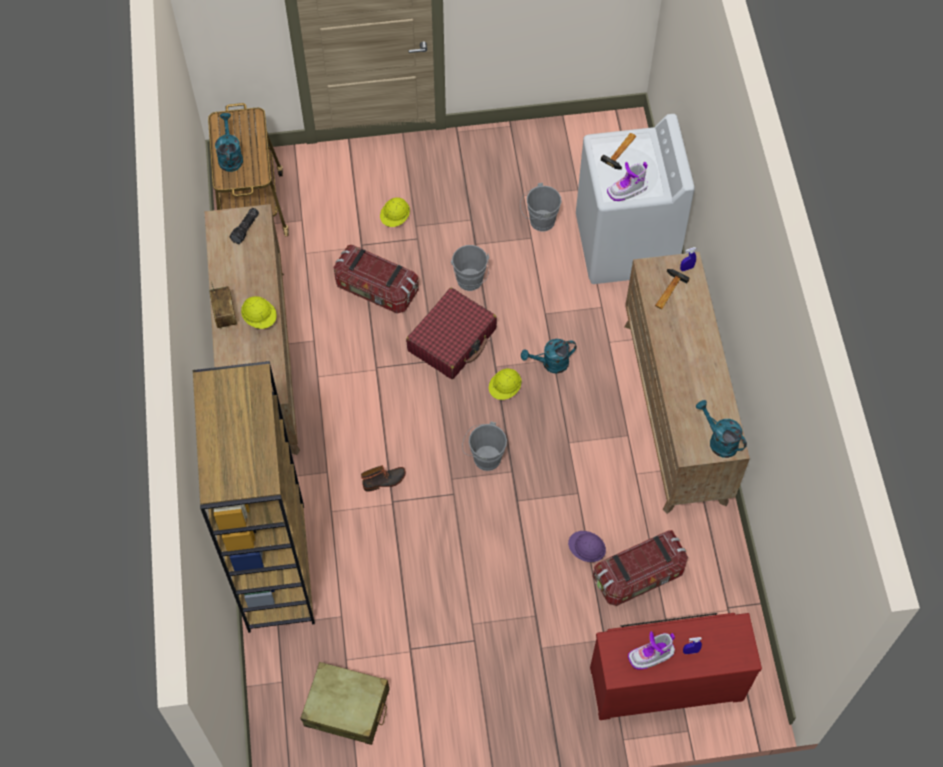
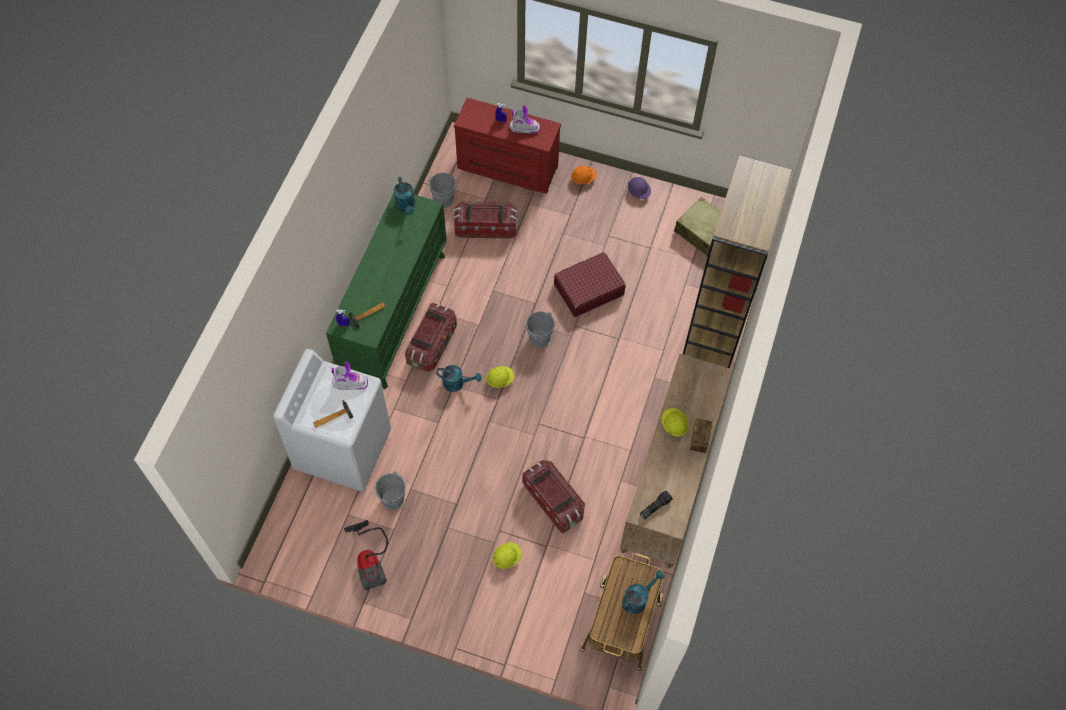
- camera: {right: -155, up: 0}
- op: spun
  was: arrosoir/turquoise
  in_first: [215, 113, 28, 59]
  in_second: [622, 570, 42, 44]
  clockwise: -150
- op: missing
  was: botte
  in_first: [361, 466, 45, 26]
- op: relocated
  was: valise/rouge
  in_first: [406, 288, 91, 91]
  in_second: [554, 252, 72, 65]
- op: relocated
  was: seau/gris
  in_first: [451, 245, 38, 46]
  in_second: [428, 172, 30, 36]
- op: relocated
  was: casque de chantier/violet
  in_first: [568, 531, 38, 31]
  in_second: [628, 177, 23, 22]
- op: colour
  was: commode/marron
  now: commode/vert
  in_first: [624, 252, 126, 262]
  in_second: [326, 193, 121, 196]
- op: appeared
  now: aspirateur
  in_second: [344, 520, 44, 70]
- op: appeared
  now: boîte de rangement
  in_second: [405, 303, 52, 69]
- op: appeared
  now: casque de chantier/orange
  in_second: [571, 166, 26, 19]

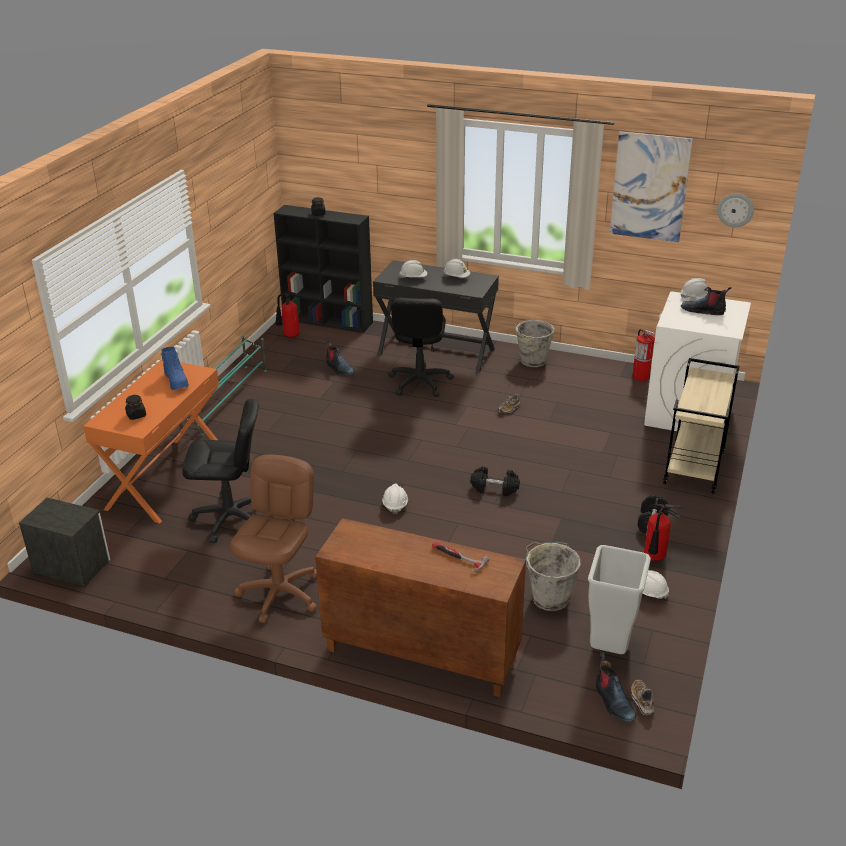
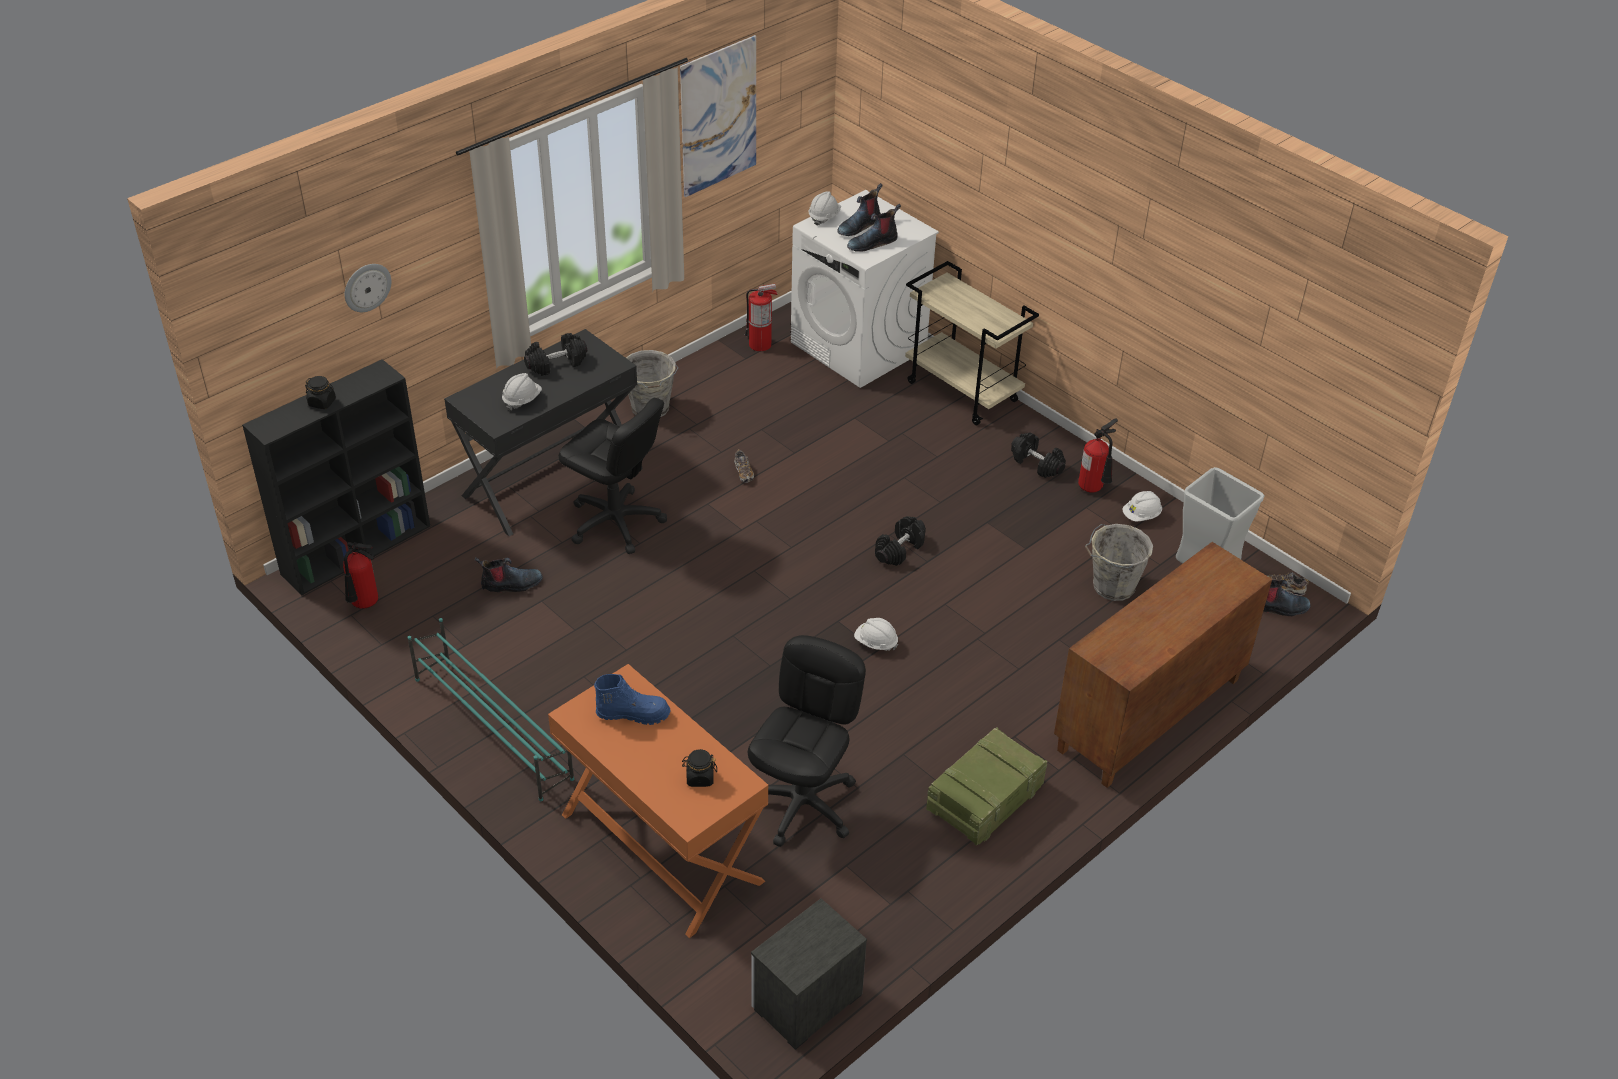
- camera: {right: -65, up: 10}
- op: exchanged
  was: chaise de bureau/marron
  now: caisse
  in_first: [230, 455, 87, 168]
  in_second: [926, 728, 121, 118]
- op: missing
  was: marteau
  in_first: [432, 542, 57, 30]
- op: exchanged
  was: casque de chantier/blanc
  now: haltère/noir
  in_first: [444, 259, 26, 19]
  in_second: [524, 333, 63, 43]
- op: relocated
  was: horloge murale
  in_first: [717, 194, 37, 33]
  in_second: [345, 264, 46, 48]
- op: appeared
  now: botte
  in_second: [847, 204, 54, 48]

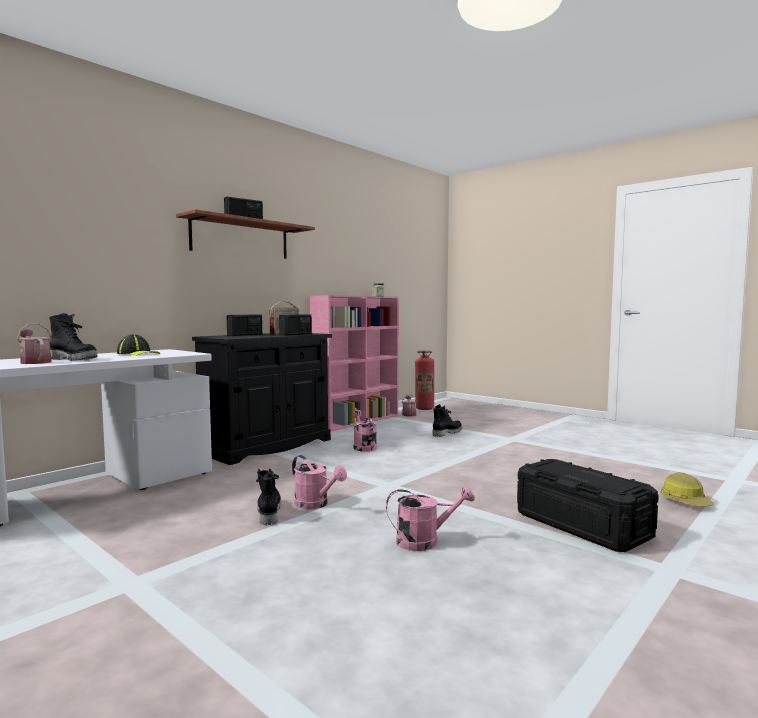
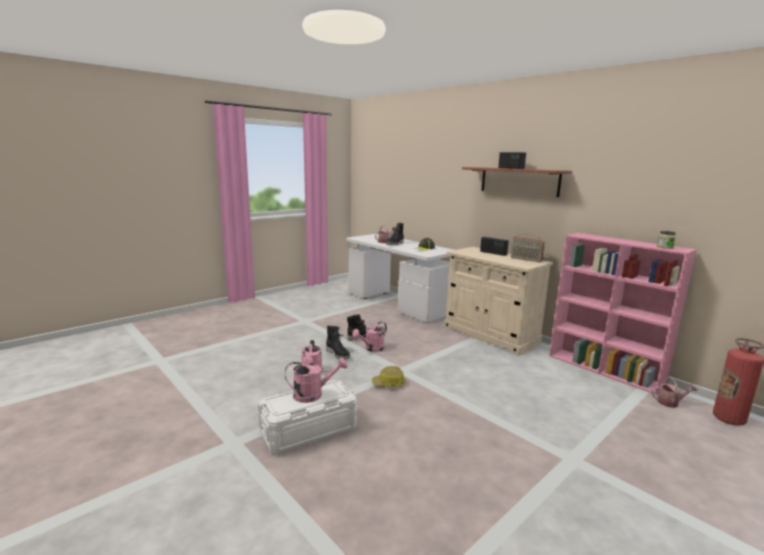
- camera: {right: 95, up: 10}
- op: colour
  was: meuble de rangement/noir
  now: meuble de rangement/beige
  in_first: [192, 333, 140, 132]
  in_second: [444, 247, 109, 109]
- op: missing
  was: radio
  in_first: [279, 314, 33, 22]
- op: relocated
  was: arrosoir/rose
  in_first: [352, 410, 25, 42]
  in_second: [285, 358, 63, 45]
- op: relocated
  was: botte/noir
  in_first: [433, 404, 29, 33]
  in_second: [326, 326, 24, 34]
- op: colour
  was: boîte de rangement/noir
  now: boîte de rangement/blanc
  in_first: [517, 459, 142, 93]
  in_second: [258, 380, 99, 74]
- op: relocated
  was: casque de chantier
  in_first: [661, 472, 53, 35]
  in_second: [372, 366, 34, 21]

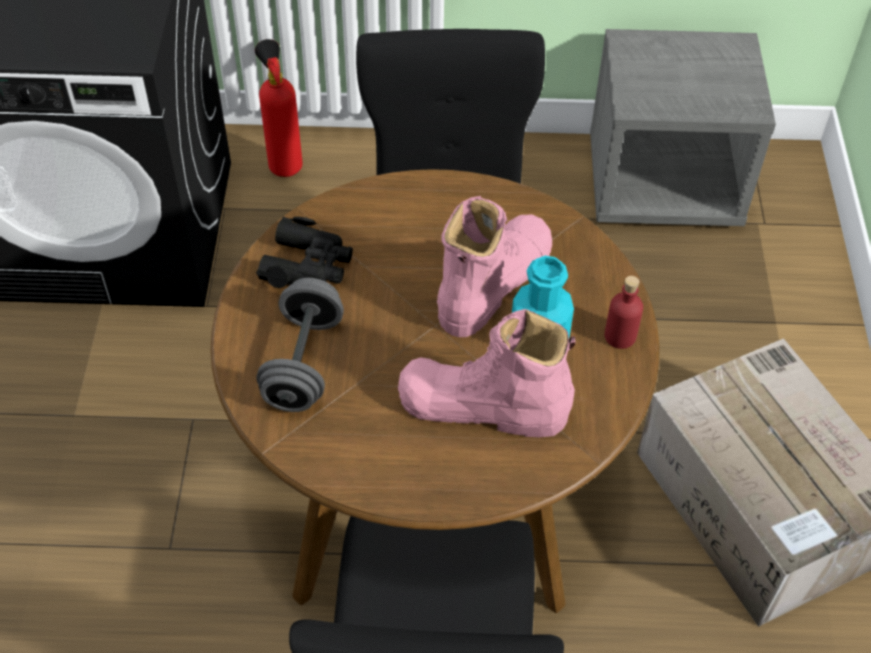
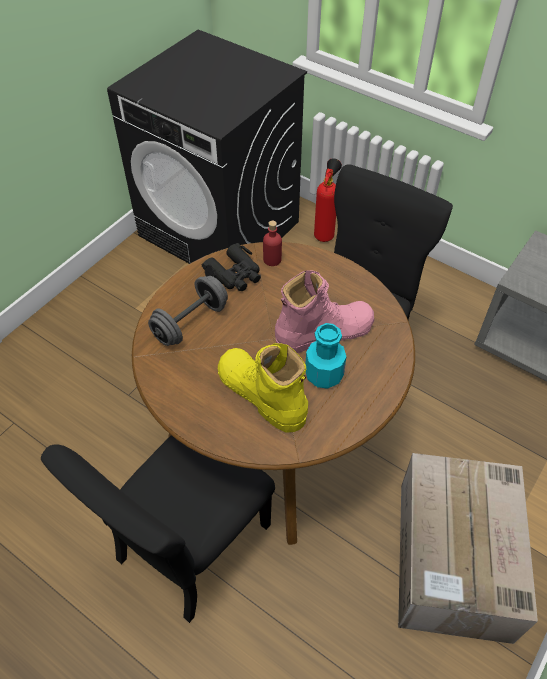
- camera: {right: 35, up: 0}
- op: colour
  was: botte/rose
  now: botte/jaune
  in_first: [398, 309, 177, 128]
  in_second: [218, 343, 90, 90]
- op: relocated
  was: bouteille/rouge
  in_first: [604, 276, 39, 73]
  in_second: [263, 221, 19, 45]

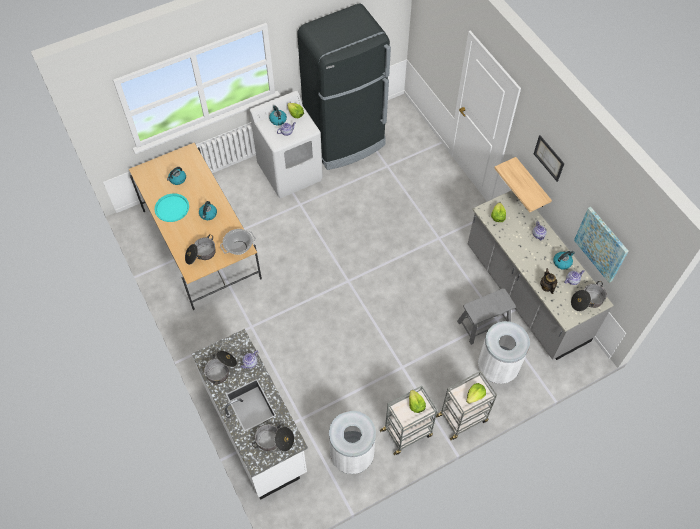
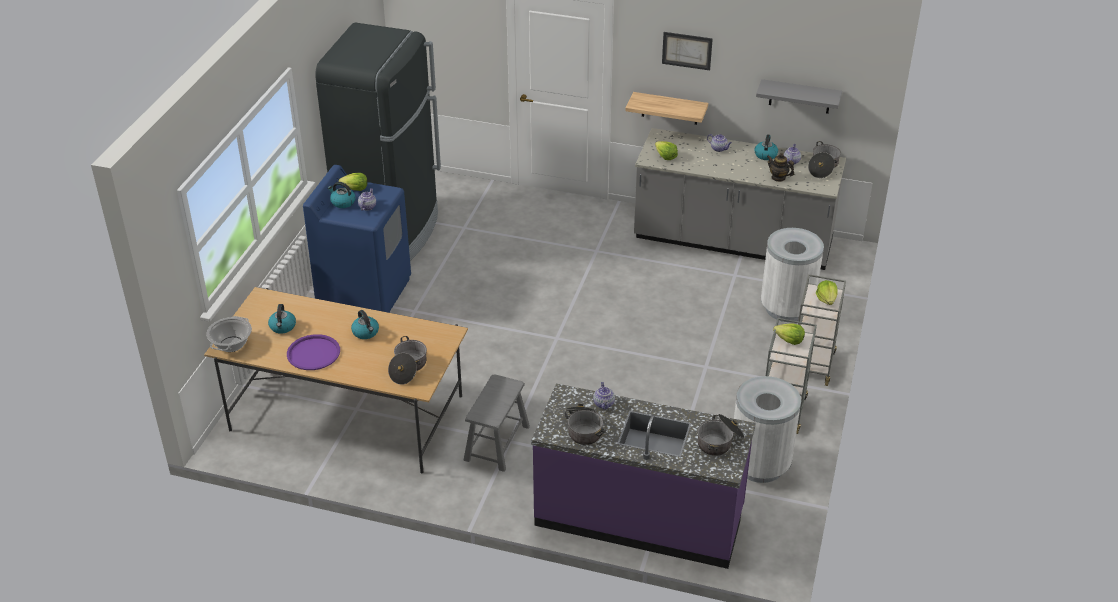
- camera: {right: -45, up: -20}
- op: colour
  was: plateau/turquoise
  now: plateau/violet
  in_first: [155, 193, 34, 29]
  in_second: [287, 334, 53, 36]
- op: colour
  was: comptoir de cuisine/blanc
  now: comptoir de cuisine/violet
  in_first: [192, 329, 116, 171]
  in_second: [531, 383, 225, 186]
- op: relocated
  was: marmite
  in_first: [220, 229, 36, 26]
  in_second: [206, 316, 46, 36]
- op: colour
  was: lave-linge/blanc
  now: lave-linge/bleu
  in_first: [249, 91, 74, 107]
  in_second: [303, 165, 108, 148]
- op: relocated
  was: tabouret/gris
  in_first: [457, 288, 59, 57]
  in_second: [464, 375, 66, 97]
- op: exchanged
  was: tableau
  now: étagère/gris
  in_first: [574, 207, 54, 76]
  in_second: [756, 79, 86, 35]

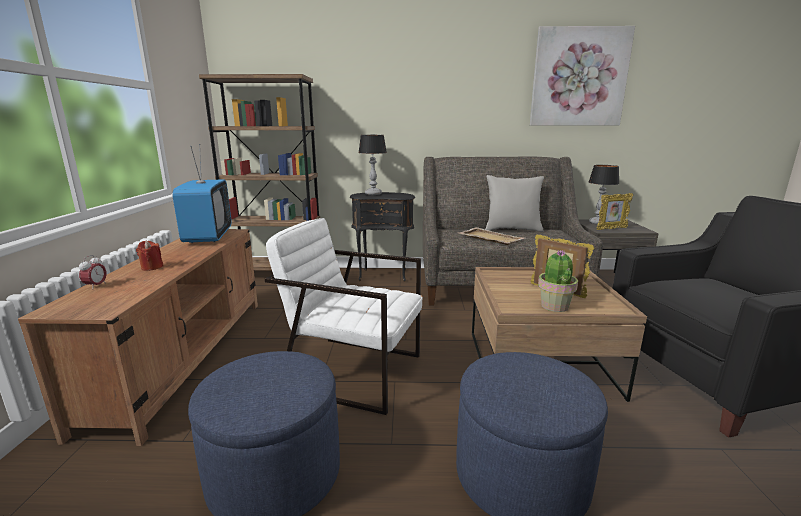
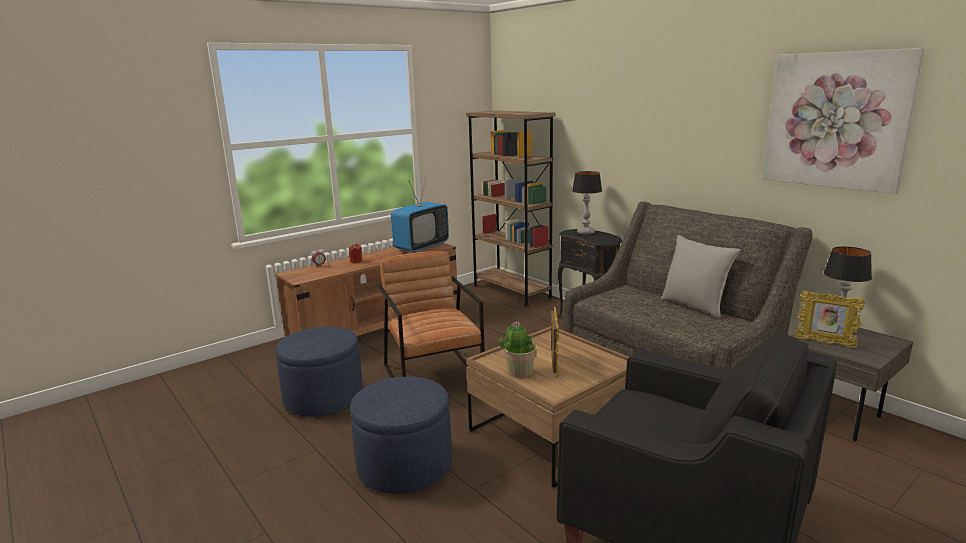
- camera: {right: 50, up: 0}
- op: colour
  was: fauteuil/blanc
  now: fauteuil/marron
  in_first: [265, 218, 157, 197]
  in_second: [378, 251, 107, 127]
- op: missing
  was: plateau/beige
  in_first: [459, 227, 66, 18]

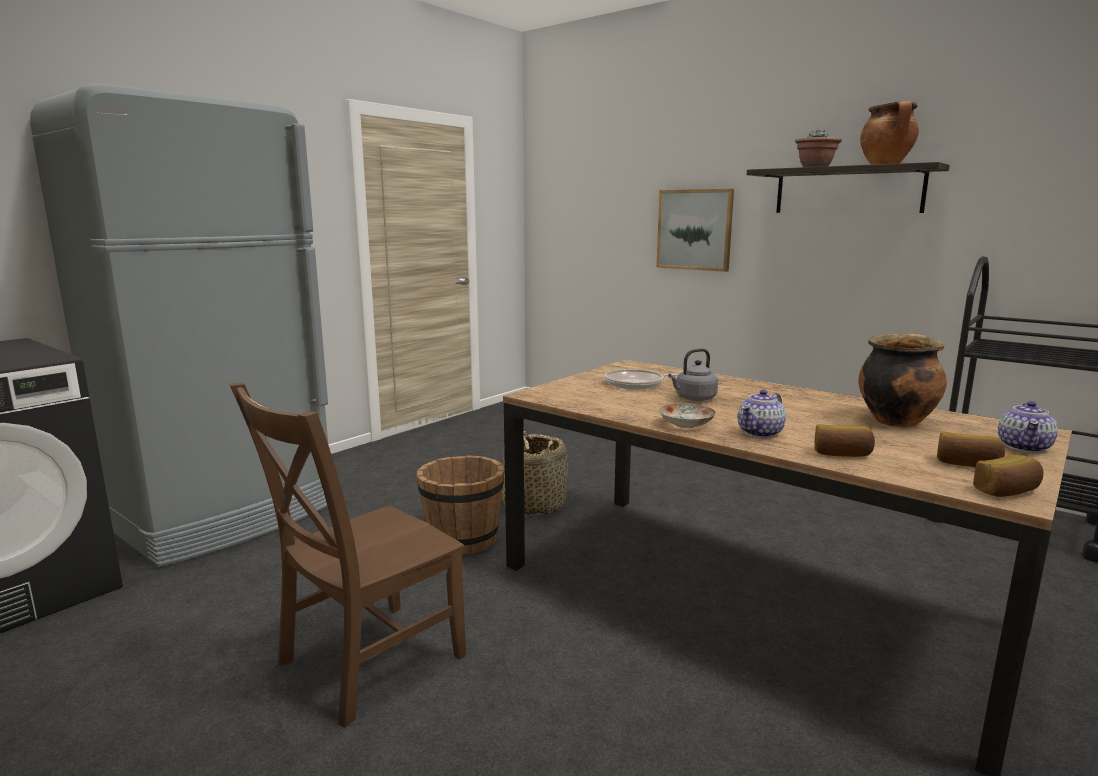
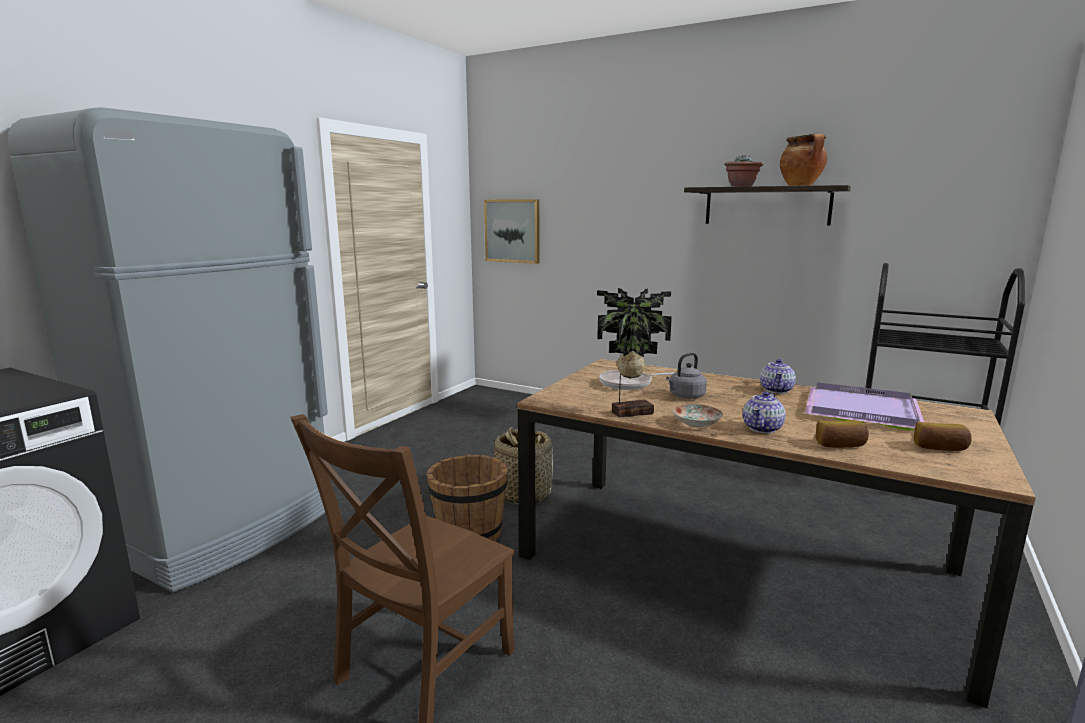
- camera: {right: -10, up: 0}
- op: relocated
  was: tableau
  in_first: [656, 189, 78, 83]
  in_second: [484, 199, 55, 65]
- op: exchanged
  was: marmite
  now: plateau/violet
  in_first: [858, 333, 89, 94]
  in_second: [805, 382, 119, 49]
- op: missing
  was: pain
  in_first: [973, 455, 71, 42]
- op: relocated
  was: théière
  in_first: [998, 401, 60, 52]
  in_second: [760, 359, 36, 34]
- op: appeared
  now: plante en pot
  in_second: [597, 288, 75, 130]

